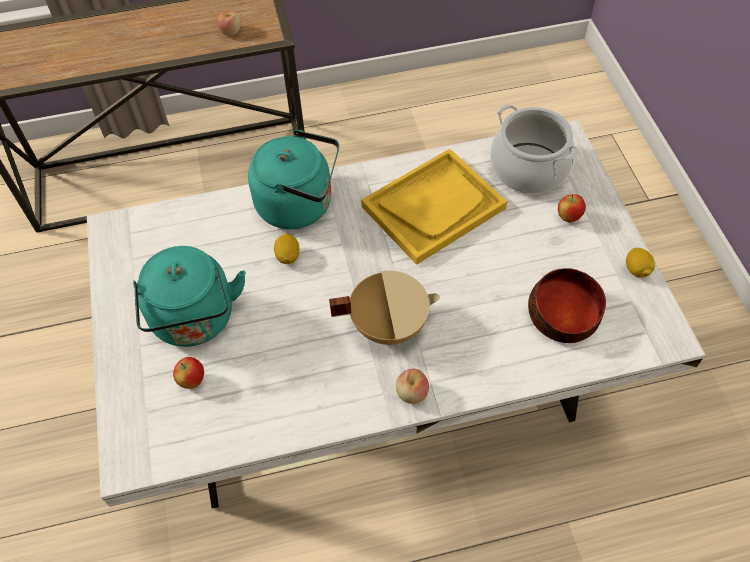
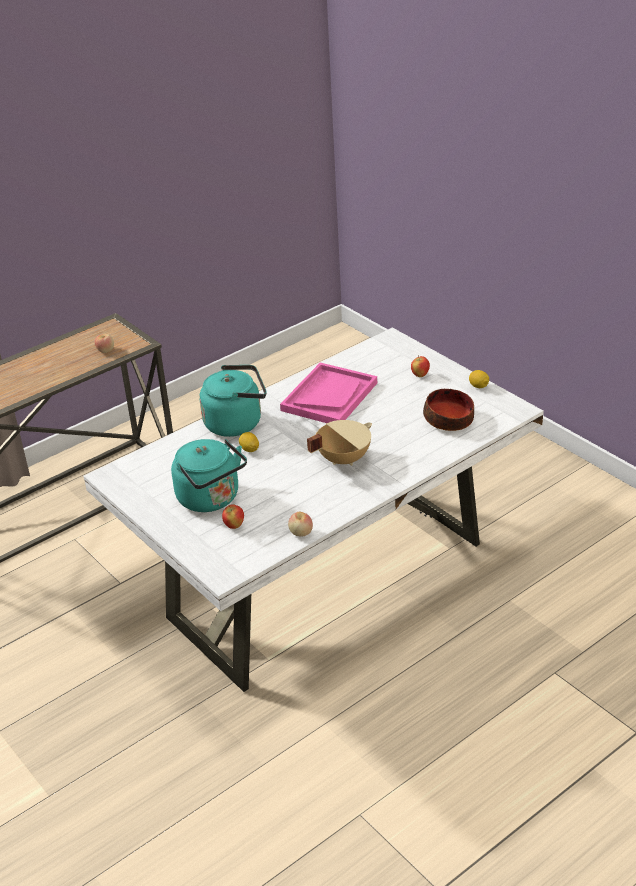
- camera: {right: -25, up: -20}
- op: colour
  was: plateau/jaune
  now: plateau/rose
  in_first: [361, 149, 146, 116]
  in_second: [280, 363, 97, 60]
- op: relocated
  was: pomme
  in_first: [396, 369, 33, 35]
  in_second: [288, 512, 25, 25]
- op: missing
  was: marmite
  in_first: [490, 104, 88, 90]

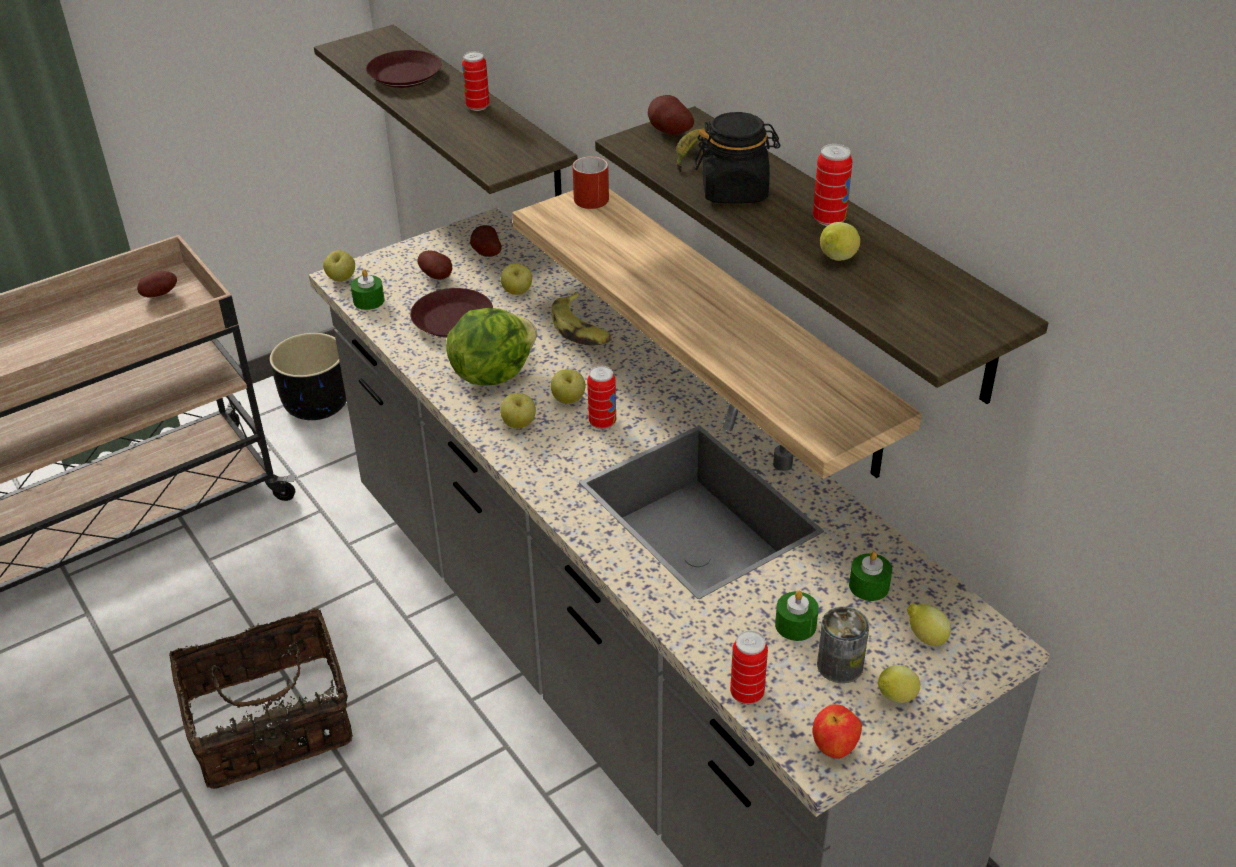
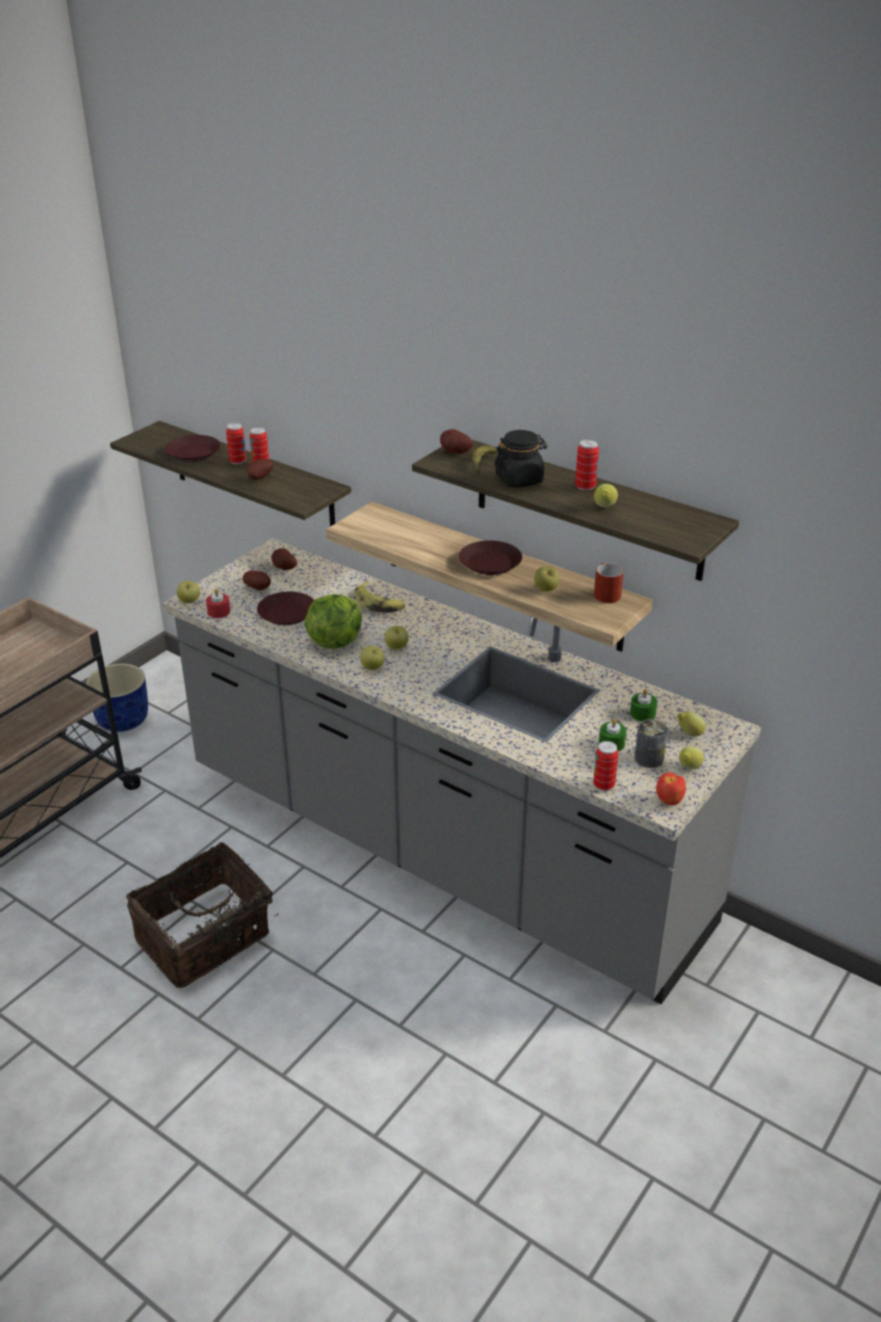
- camera: {right: -20, up: -5}
- op: relocated
  was: pomme de terre
  in_first: [137, 271, 40, 26]
  in_second: [247, 459, 27, 21]
- op: colour
  was: cache-pot/noir
  now: cache-pot/bleu
  in_first: [270, 333, 77, 87]
  in_second: [86, 664, 62, 68]
- op: colour
  was: bougie/vert
  now: bougie/rouge
  in_first: [351, 269, 34, 41]
  in_second: [206, 589, 24, 29]
- op: relocated
  was: pomme
  in_first: [501, 263, 31, 32]
  in_second: [534, 566, 26, 26]
- op: relocated
  was: mug/rouge
  in_first: [572, 156, 37, 53]
  in_second: [594, 563, 30, 40]
- op: relocated
  was: boîte métallique
  in_first: [587, 366, 29, 63]
  in_second: [226, 423, 20, 41]
- op: appeared
  now: assiette/marron
  in_second: [459, 541, 63, 34]

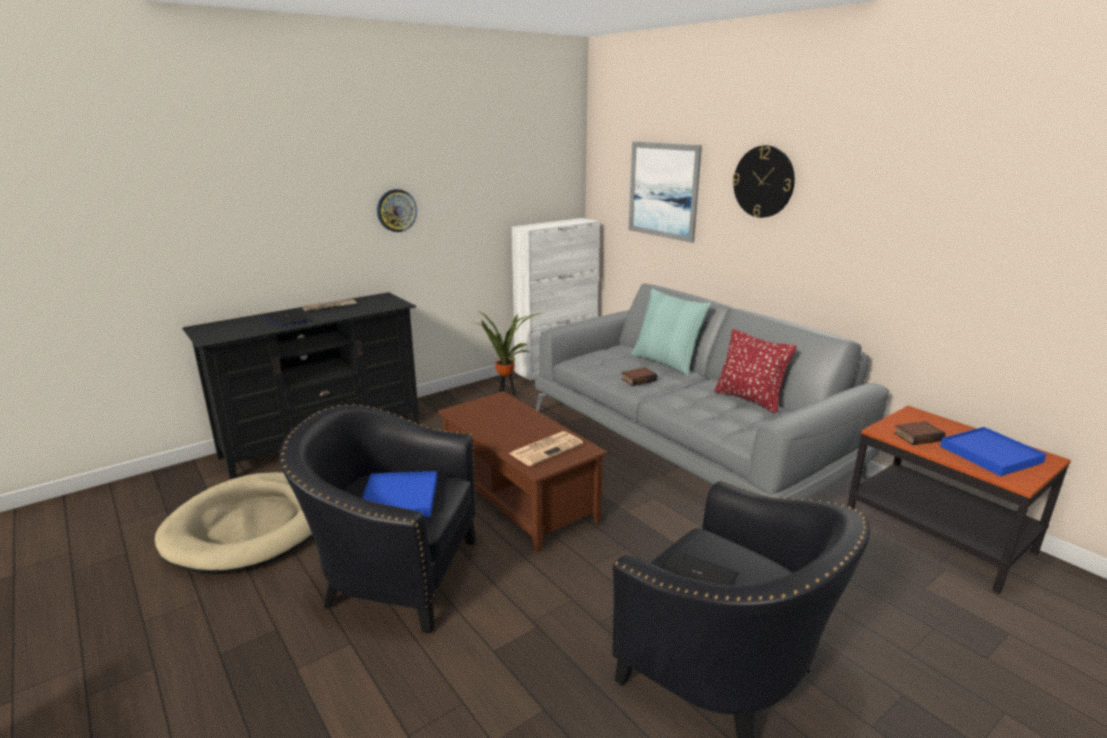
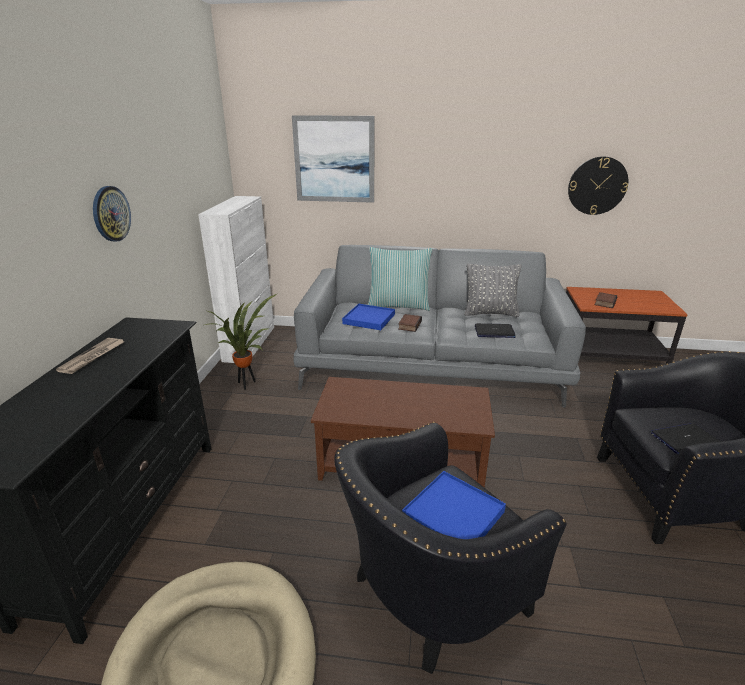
- camera: {right: -45, up: 5}
- op: relocated
  was: ordinateur portable
  in_first: [264, 309, 46, 19]
  in_second: [475, 323, 41, 15]
- op: missing
  was: journal
  in_first: [508, 431, 75, 35]
- op: colour
  was: coussin/rouge
  now: coussin/gris
  in_first: [714, 329, 83, 84]
  in_second: [464, 264, 58, 53]
- op: relocated
  was: horloge murale
  in_first: [732, 145, 63, 73]
  in_second: [568, 156, 60, 59]
- op: relocated
  was: plateau/bleu
  in_first: [940, 427, 107, 49]
  in_second: [342, 304, 53, 26]

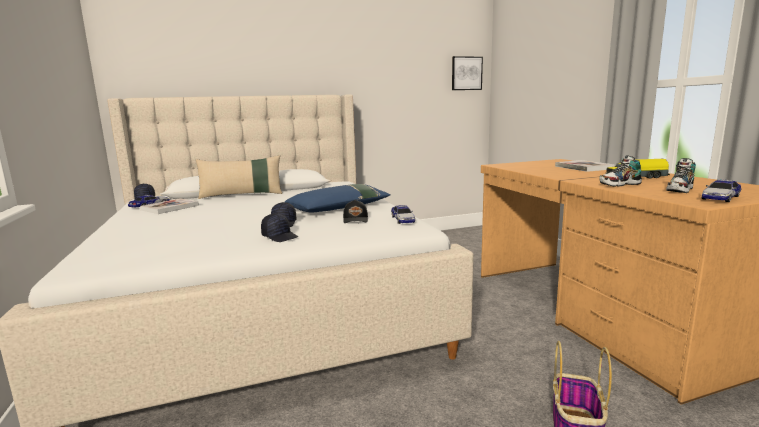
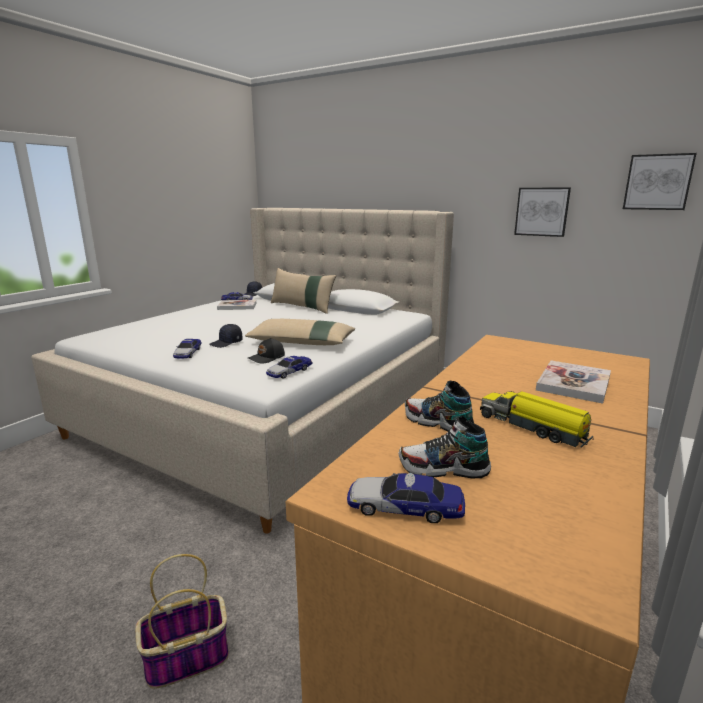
- camera: {right: 50, up: 5}
- op: exchanged
  was: casquette/noir
  now: petite voiture
  in_first: [261, 213, 37, 29]
  in_second: [173, 339, 29, 20]
- op: colour
  was: coussin/bleu
  now: coussin/beige
  in_first: [285, 184, 106, 28]
  in_second: [245, 319, 110, 26]
- op: appeared
  now: tableau
  in_second: [514, 187, 57, 50]

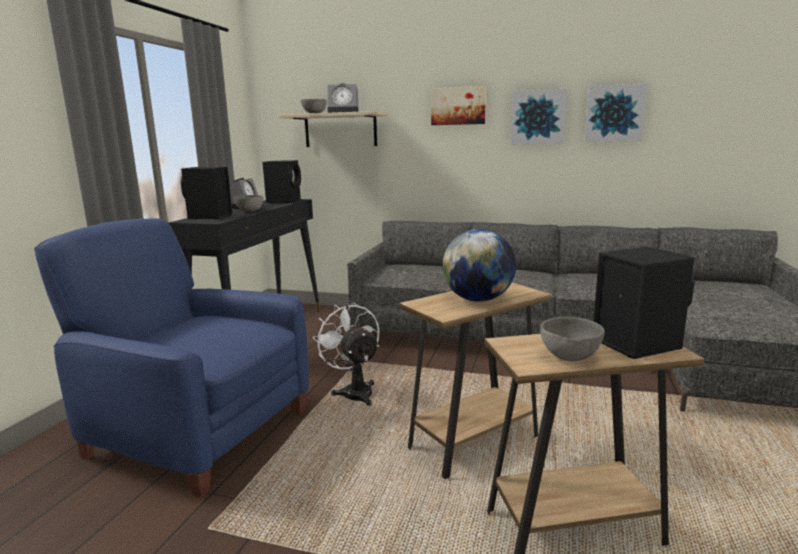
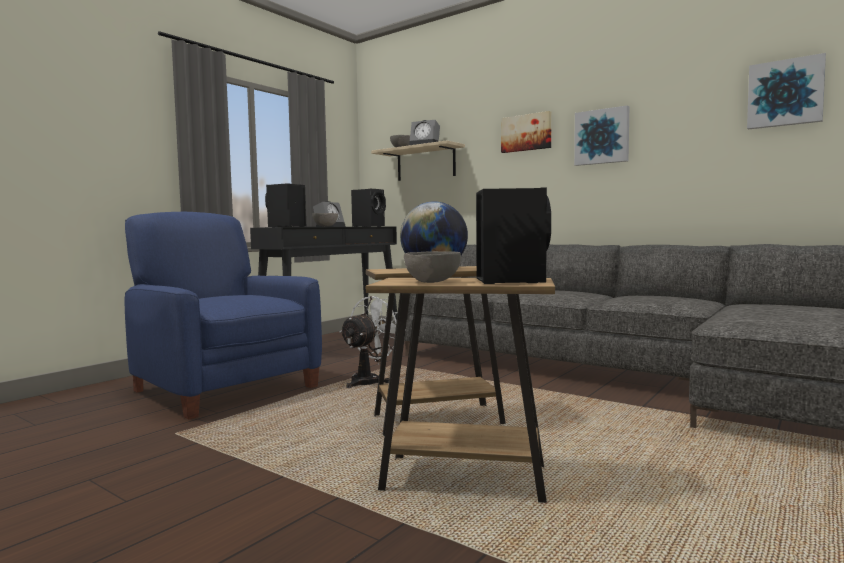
- camera: {right: 20, up: -10}
- op: spun
  was: ventilateur/blanc
  in_first: [313, 302, 67, 104]
  in_second: [339, 296, 59, 92]
  clockwise: 45
- op: relocated
  was: tableau
  in_first: [584, 84, 63, 58]
  in_second: [747, 53, 79, 76]

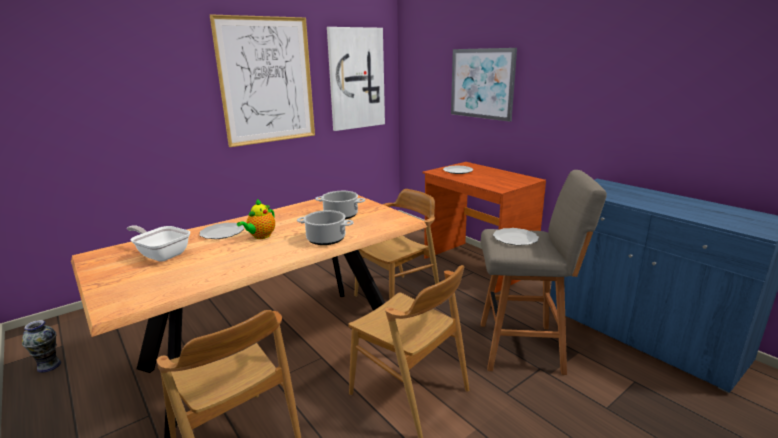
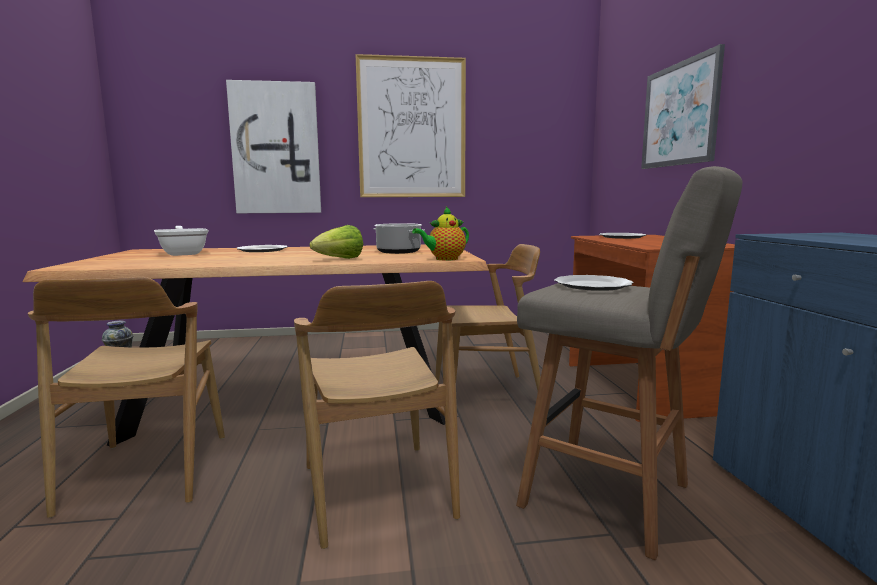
- camera: {right: 30, up: -10}
- op: relocated
  was: théière
  in_first: [237, 199, 38, 40]
  in_second: [412, 207, 57, 54]
- op: exchanged
  was: marmite
  now: laitue
  in_first: [297, 210, 57, 35]
  in_second: [309, 225, 54, 34]
- op: relocated
  was: tableau
  in_first: [327, 27, 58, 104]
  in_second: [226, 80, 95, 133]

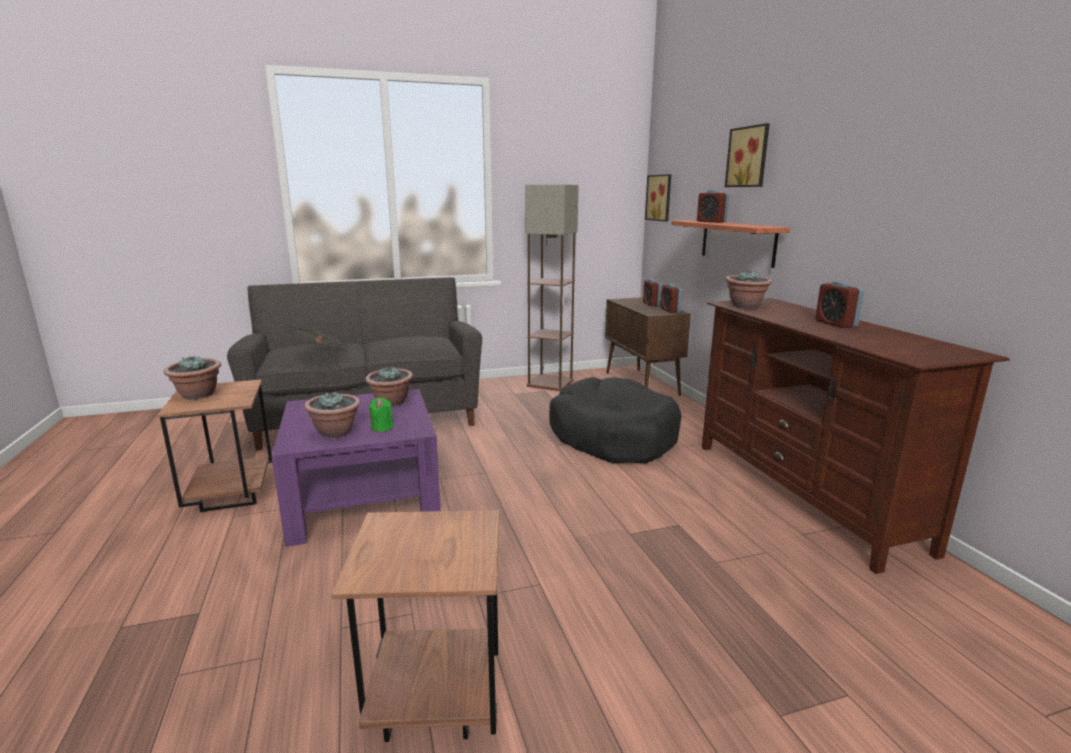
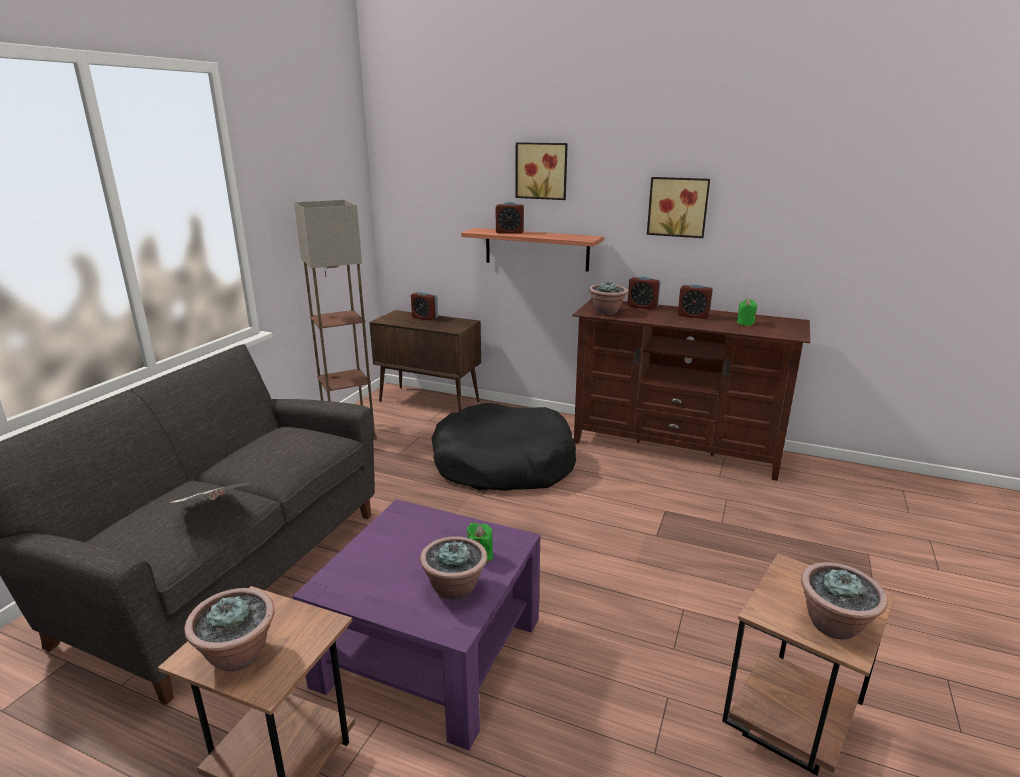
- camera: {right: -50, up: 5}
- op: relocated
  was: plante en pot
  in_first: [365, 367, 48, 40]
  in_second: [801, 562, 87, 78]
- op: relocated
  was: tableau
  in_first: [645, 174, 26, 48]
  in_second: [647, 177, 63, 61]
- op: relocated
  was: réveil
  in_first: [661, 284, 21, 29]
  in_second: [627, 275, 34, 35]
- op: appeared
  now: bougie/vert
  in_second: [737, 299, 20, 27]

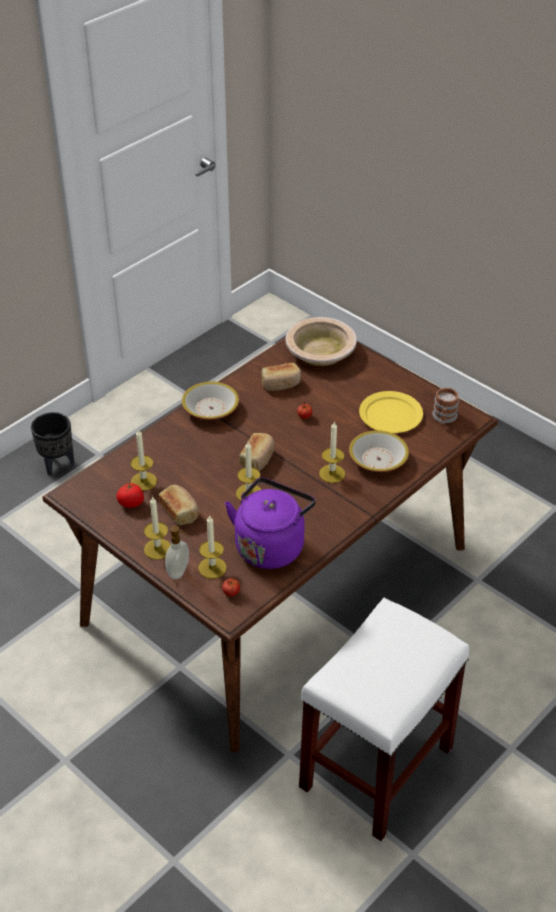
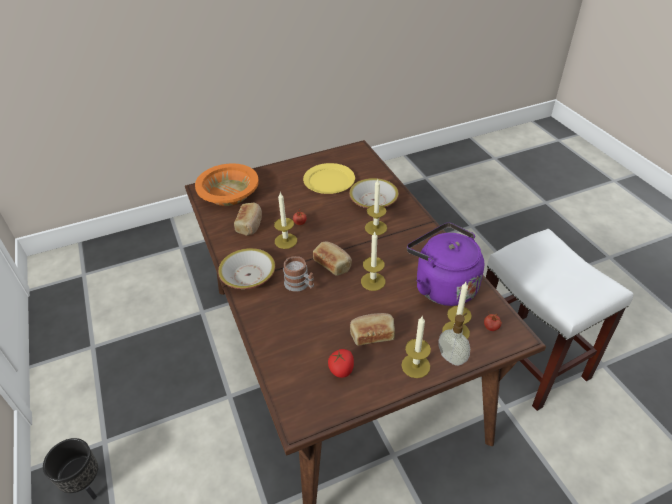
- camera: {right: -65, up: 0}
- op: relocated
  was: bougie
  in_first: [131, 429, 26, 62]
  in_second: [274, 192, 23, 57]
- op: colour
  was: bol/beige
  now: bol/orange
  in_first: [285, 317, 72, 49]
  in_second: [195, 163, 64, 43]
- op: relocated
  was: mug
  in_first: [432, 388, 27, 37]
  in_second: [283, 256, 31, 36]

